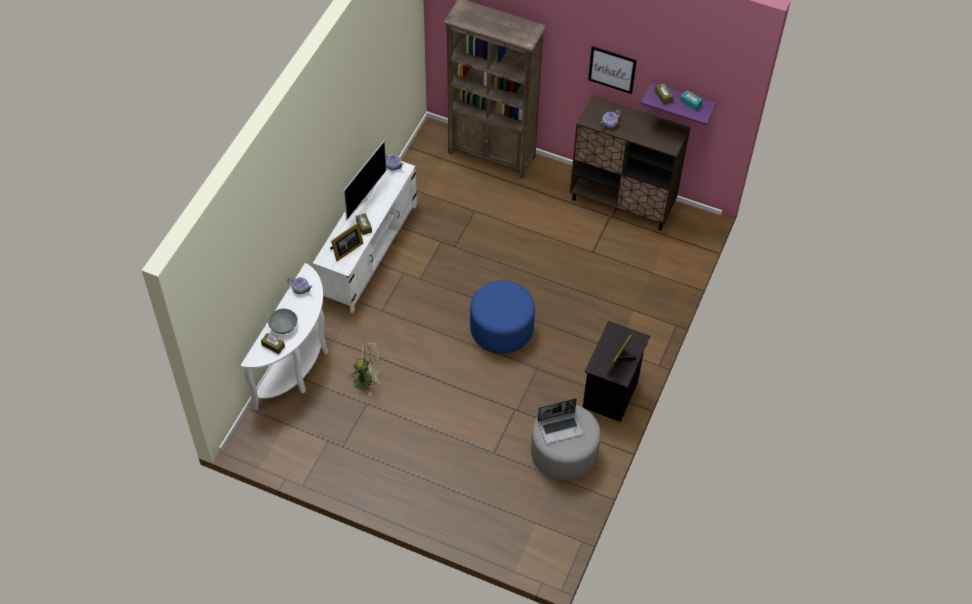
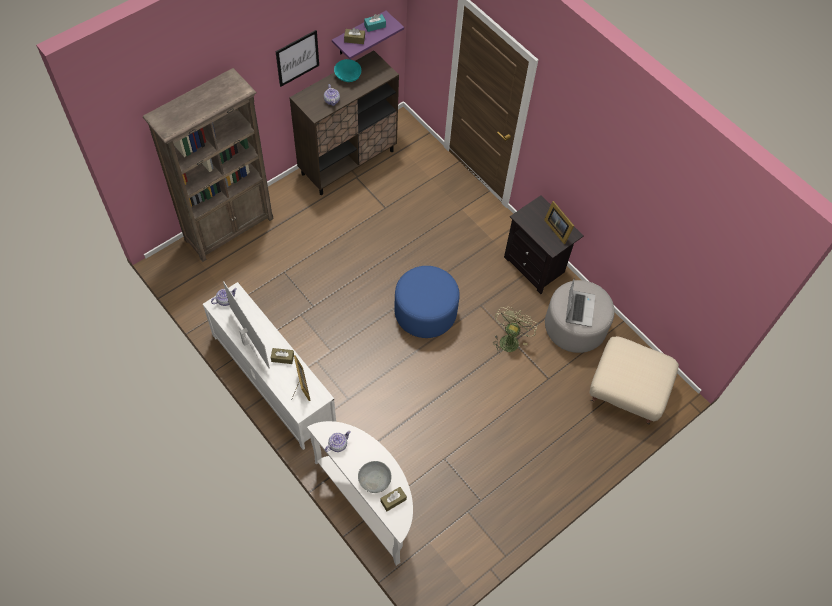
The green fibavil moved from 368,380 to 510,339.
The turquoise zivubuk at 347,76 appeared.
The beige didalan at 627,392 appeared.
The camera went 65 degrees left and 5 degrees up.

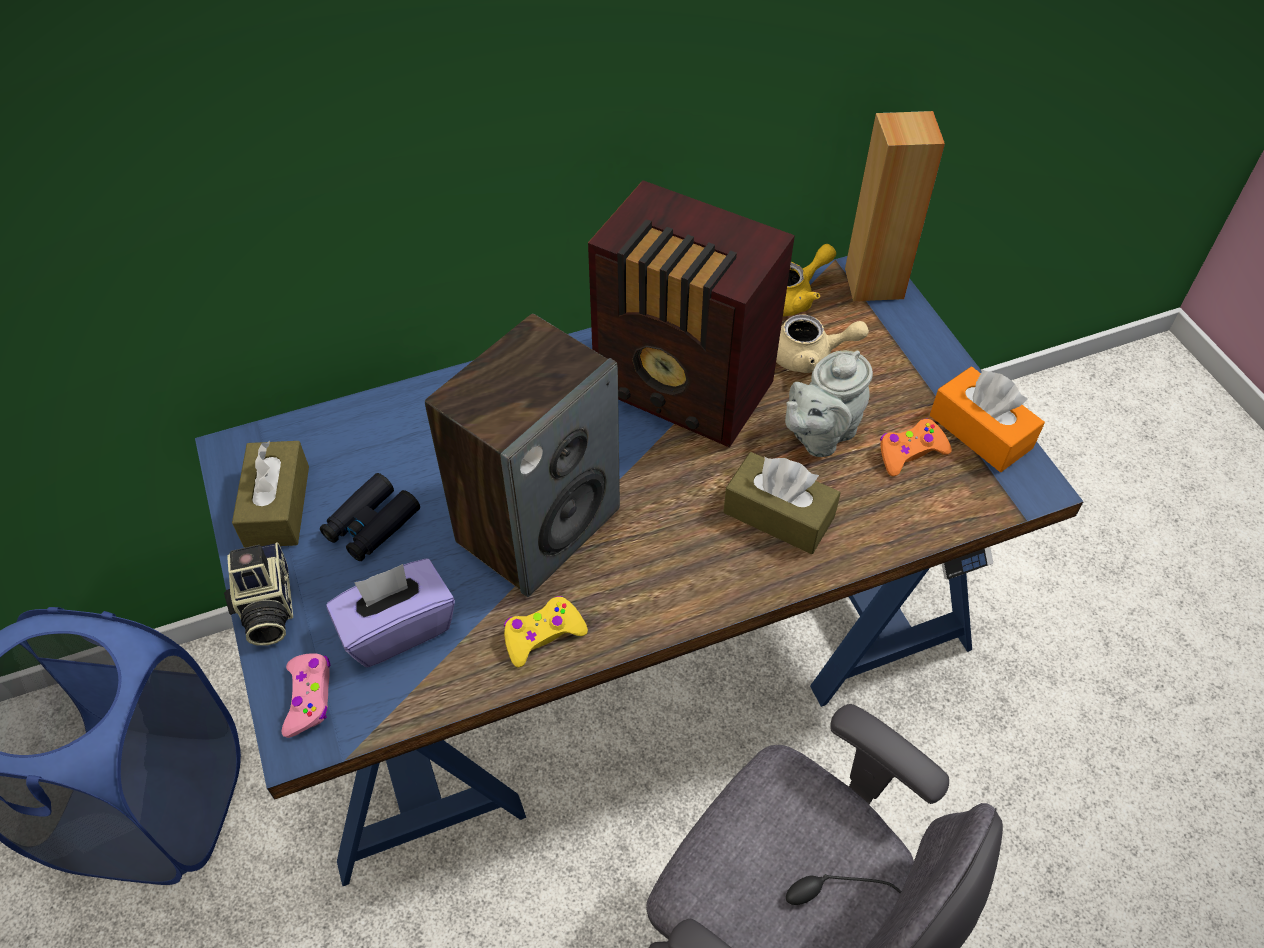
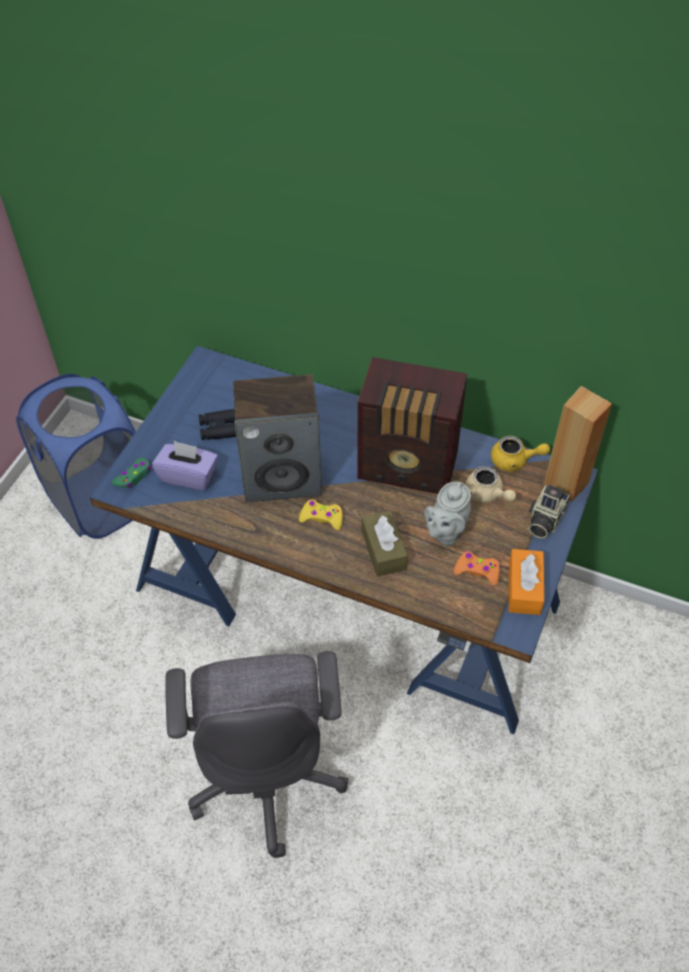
The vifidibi moved from 265,607 to 544,520.
The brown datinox at 277,506 disappeared.
The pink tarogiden at 309,697 became the green tarogiden at 133,477.
The yellow tarogiden moved from 542,635 to 322,518.
The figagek at 685,391 turned 60 degrees counterclockwise.
The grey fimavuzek at 820,435 turned 60 degrees counterclockwise.
The camera went 45 degrees right and 0 degrees up.

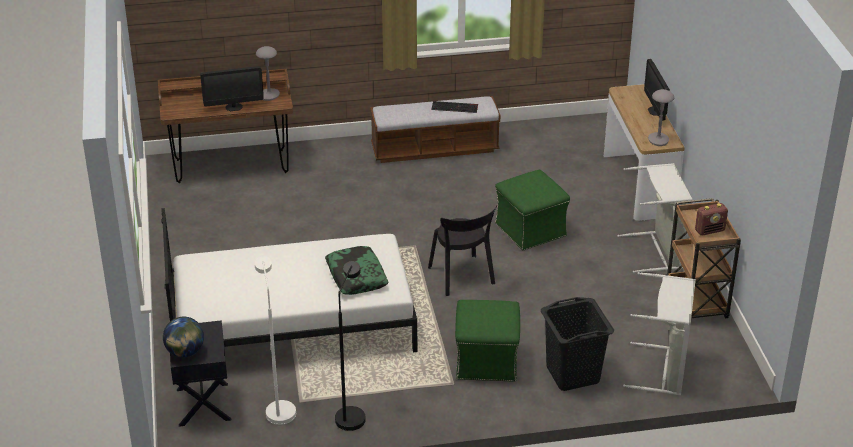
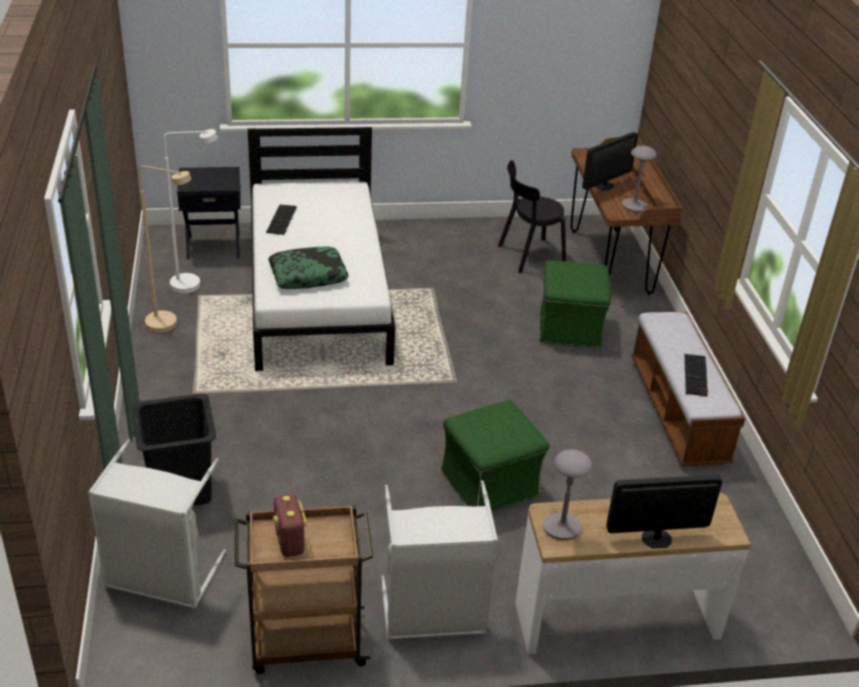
The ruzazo at 185,352 disappeared.
The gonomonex at 234,107 turned 120 degrees counterclockwise.
The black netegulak at 351,414 became the beige netegulak at 170,325.
The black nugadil moved from 462,277 to 528,256.
The green didalan moved from 486,361 to 569,328.
The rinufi at 282,220 appeared.
The camera went 90 degrees right and 0 degrees up.

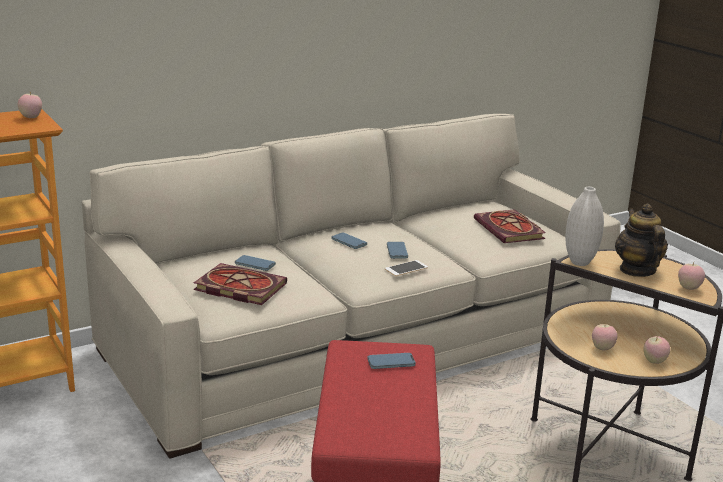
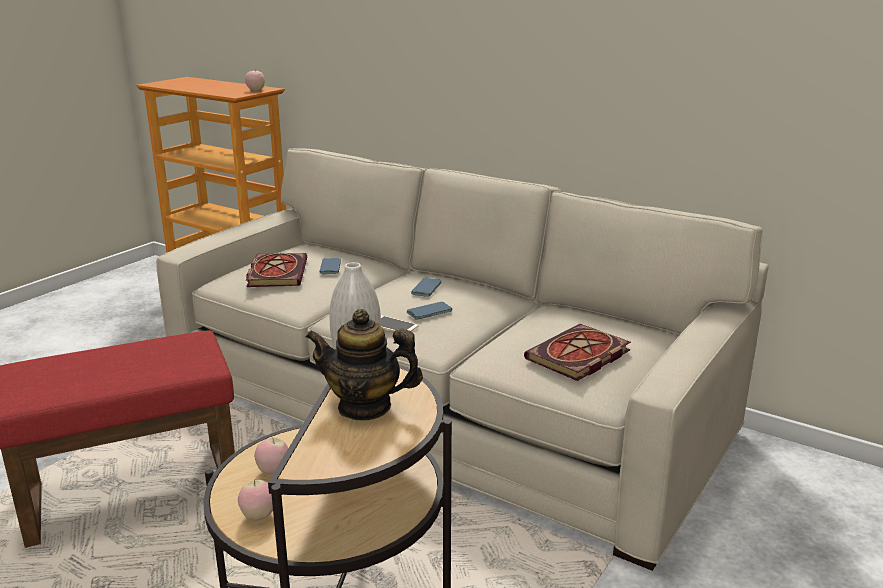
The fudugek at 391,363 disappeared.
The fimavuzek at 637,270 turned 135 degrees counterclockwise.
The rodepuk at 689,288 disappeared.
The camera went 65 degrees right and 0 degrees up.

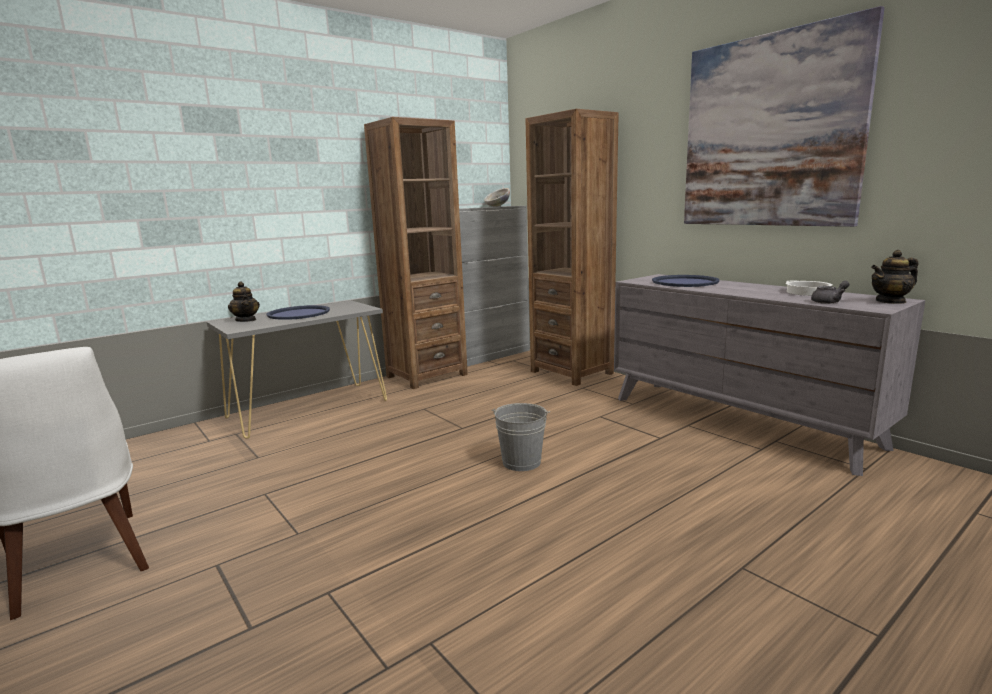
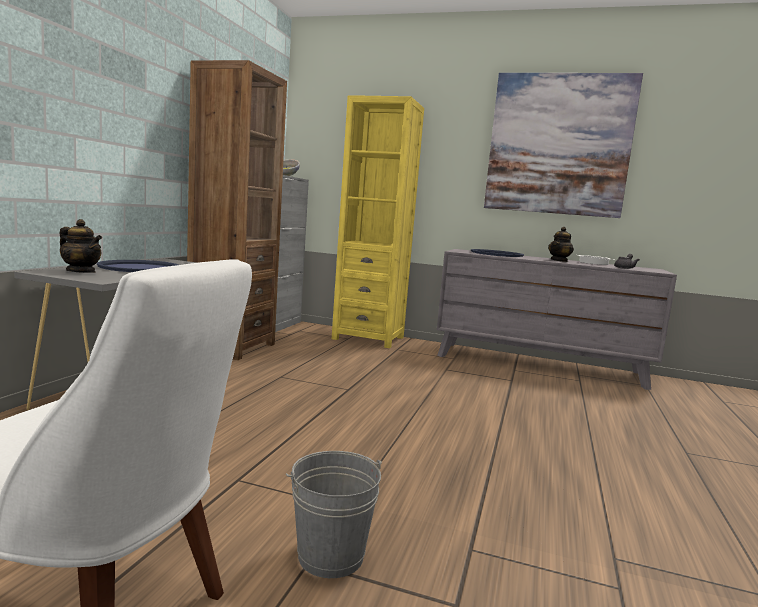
The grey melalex moved from 521,462 to 331,555.
The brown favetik at 571,372 became the yellow favetik at 368,338.
The fimavuzek moved from 891,301 to 559,260.
The camera went 35 degrees left and 5 degrees down.

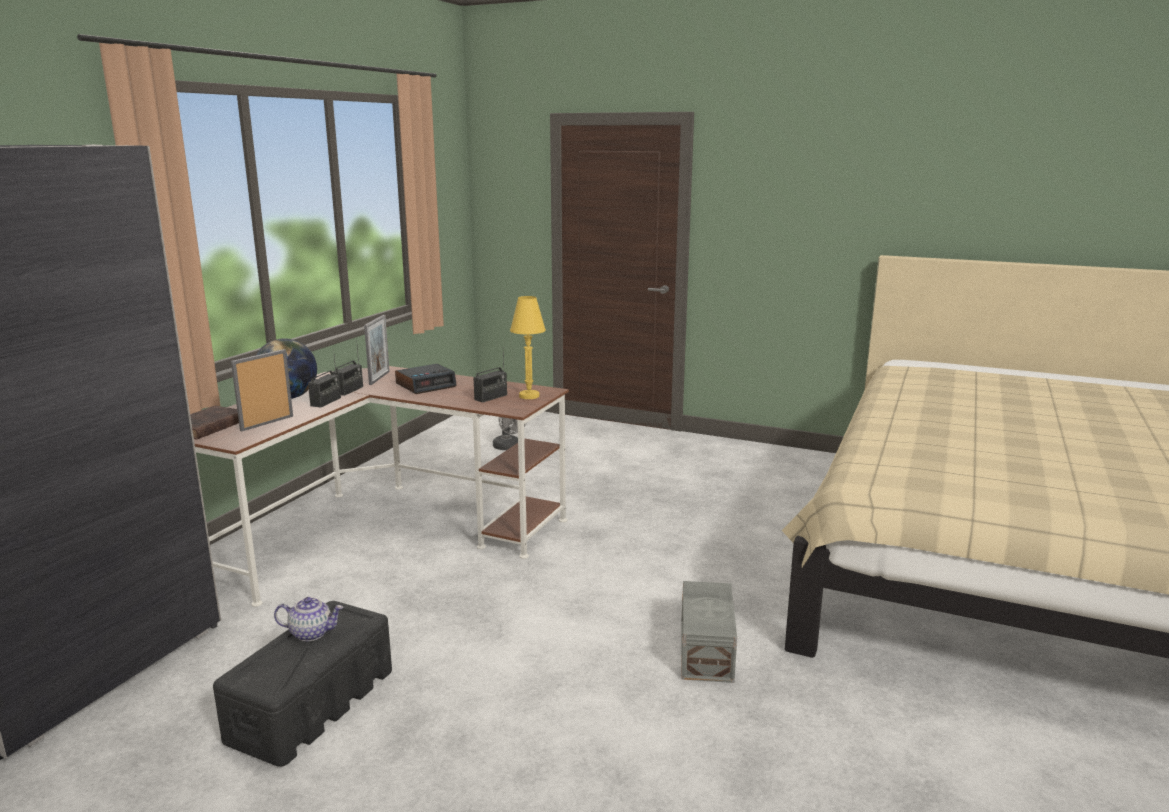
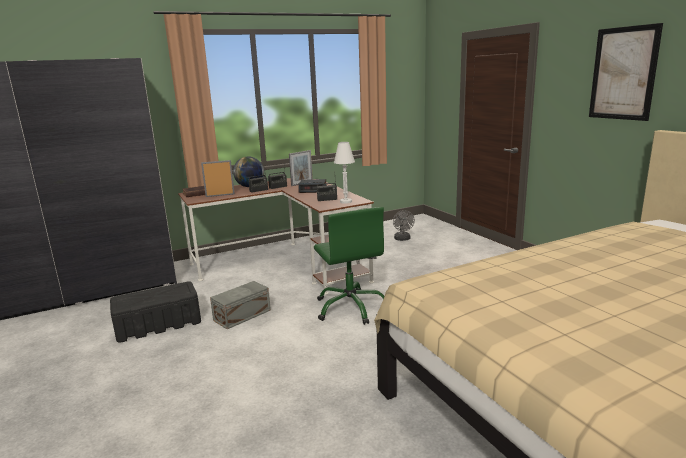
The fimavuzek at 312,633 disappeared.
The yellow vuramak at 529,396 became the white vuramak at 346,201.
The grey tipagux moved from 707,650 to 243,315.
The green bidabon at 351,307 appeared.
The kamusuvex at 623,73 appeared.
The camera went 40 degrees right and 0 degrees up.

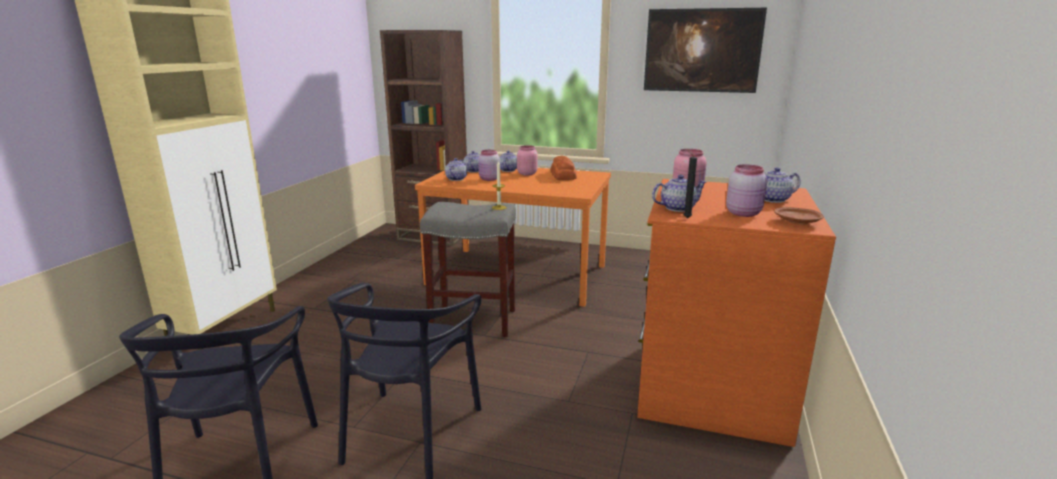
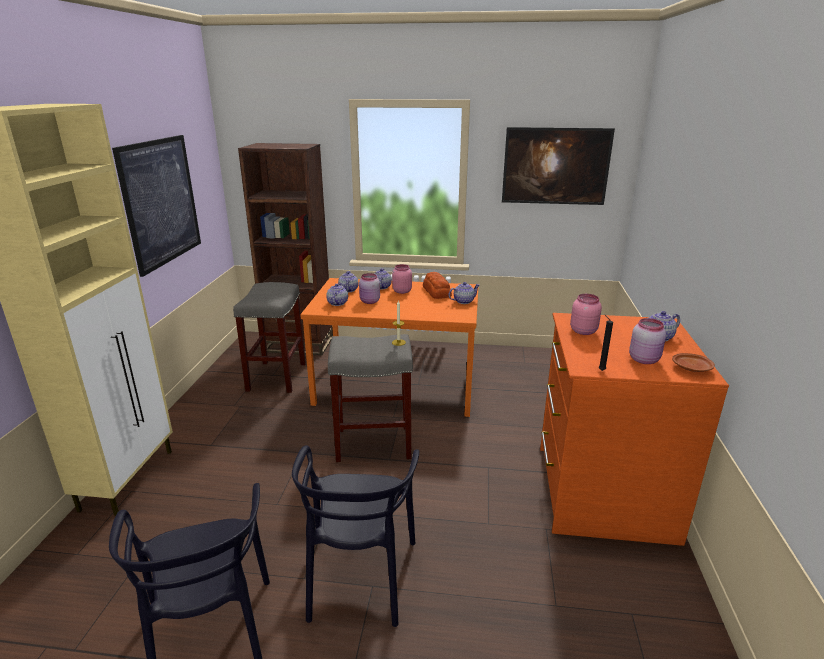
The fimavuzek moved from 677,208 to 463,301.
The kamusuvex at 161,202 appeared.
The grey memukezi at 276,376 appeared.
The camera went 10 degrees left and 5 degrees up.

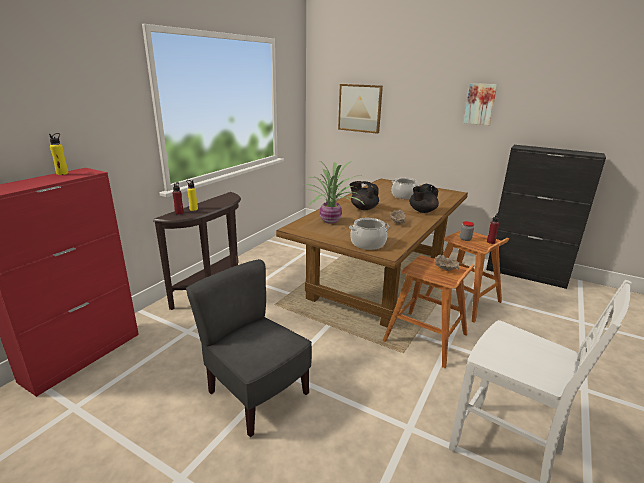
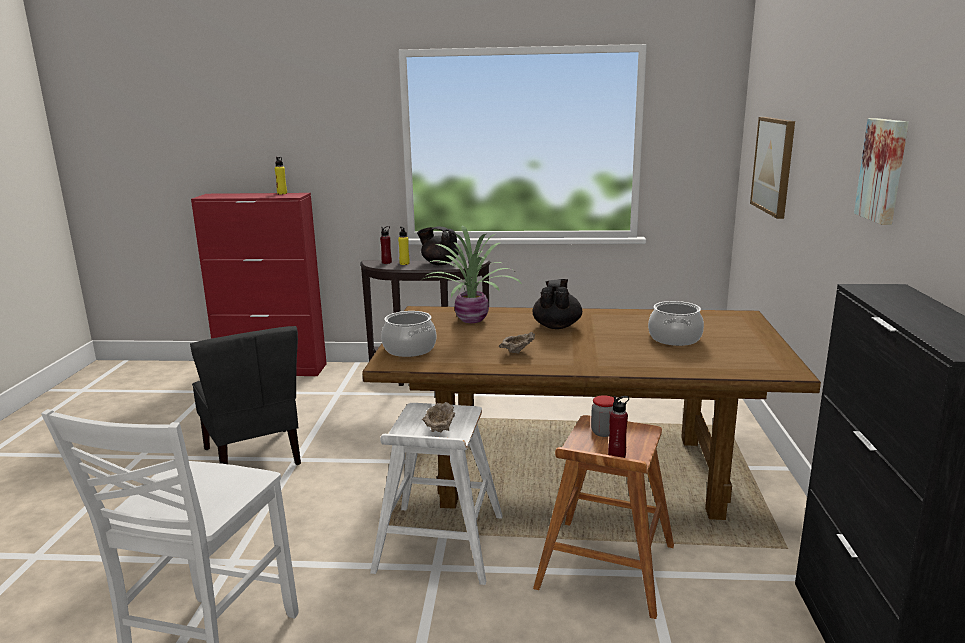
The grey nugadil at 256,394 turned 135 degrees clockwise.
The brown memukezi at 426,338 became the white memukezi at 439,544.
The black fimavuzek moved from 422,211 to 439,263.
The camera went 65 degrees right and 5 degrees down.

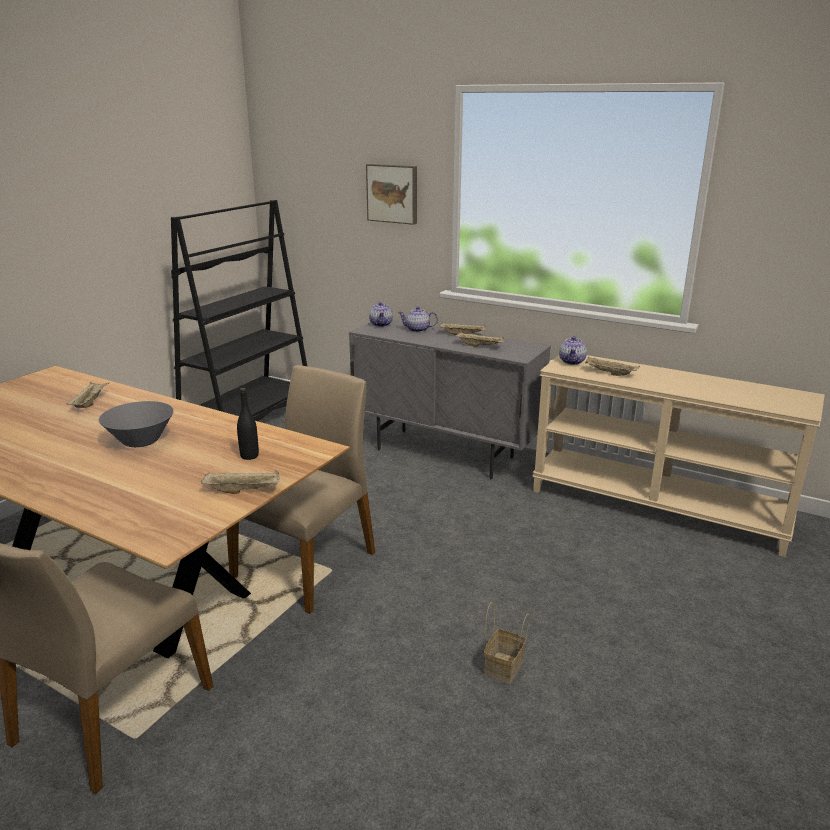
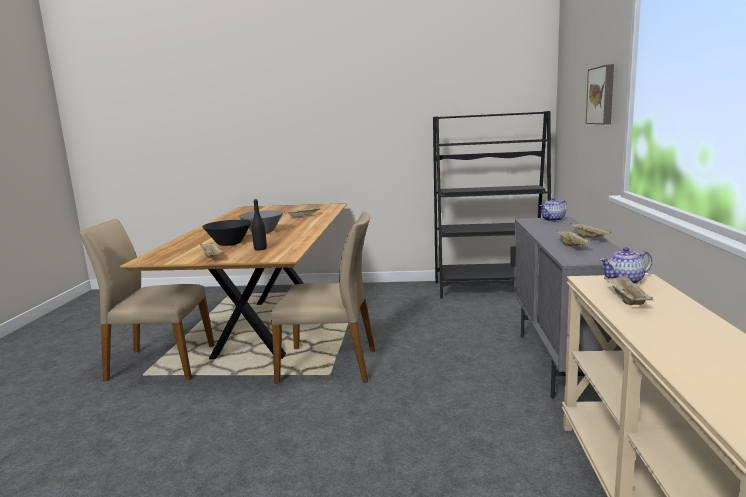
The fimavuzek at 417,330 disappeared.
The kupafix at 504,668 disappeared.
The black zivubuk at 229,243 appeared.
The camera went 65 degrees right and 10 degrees down.

